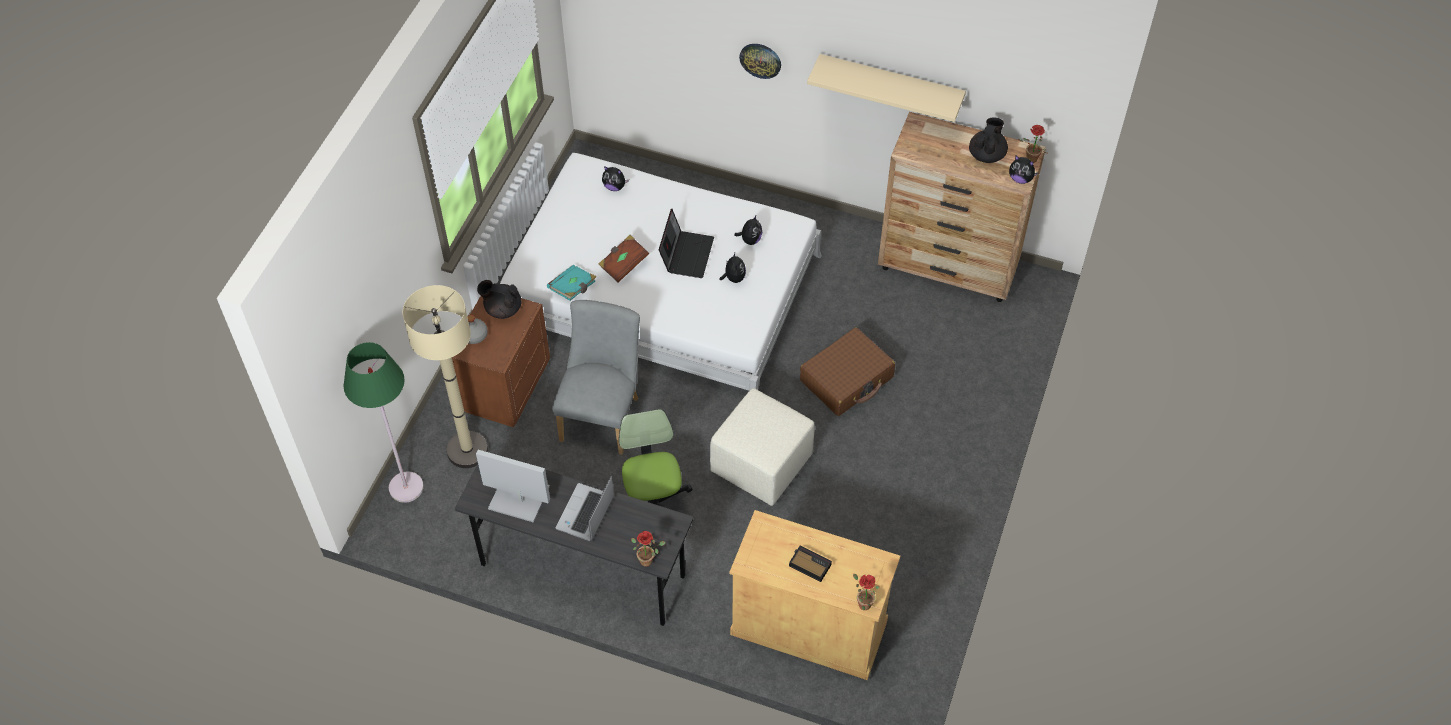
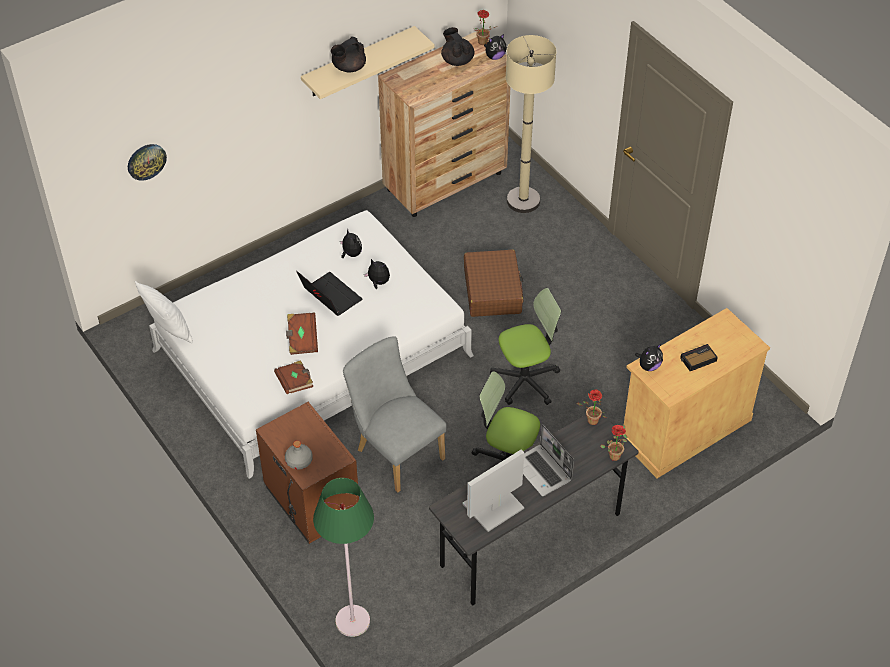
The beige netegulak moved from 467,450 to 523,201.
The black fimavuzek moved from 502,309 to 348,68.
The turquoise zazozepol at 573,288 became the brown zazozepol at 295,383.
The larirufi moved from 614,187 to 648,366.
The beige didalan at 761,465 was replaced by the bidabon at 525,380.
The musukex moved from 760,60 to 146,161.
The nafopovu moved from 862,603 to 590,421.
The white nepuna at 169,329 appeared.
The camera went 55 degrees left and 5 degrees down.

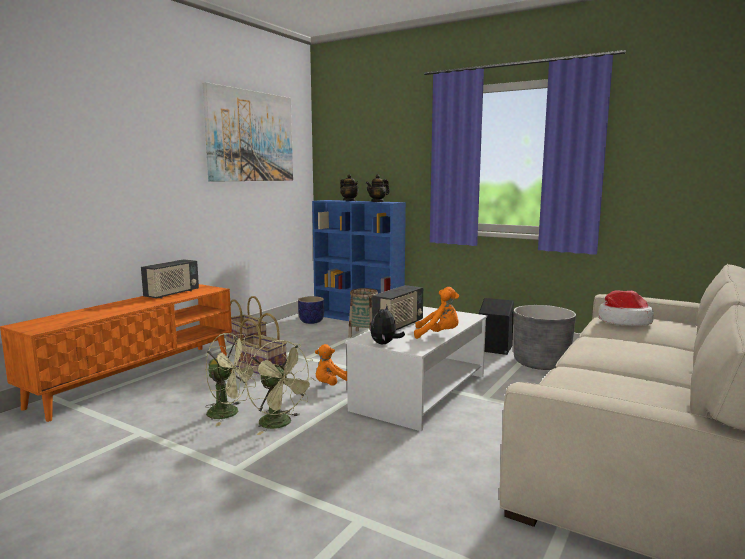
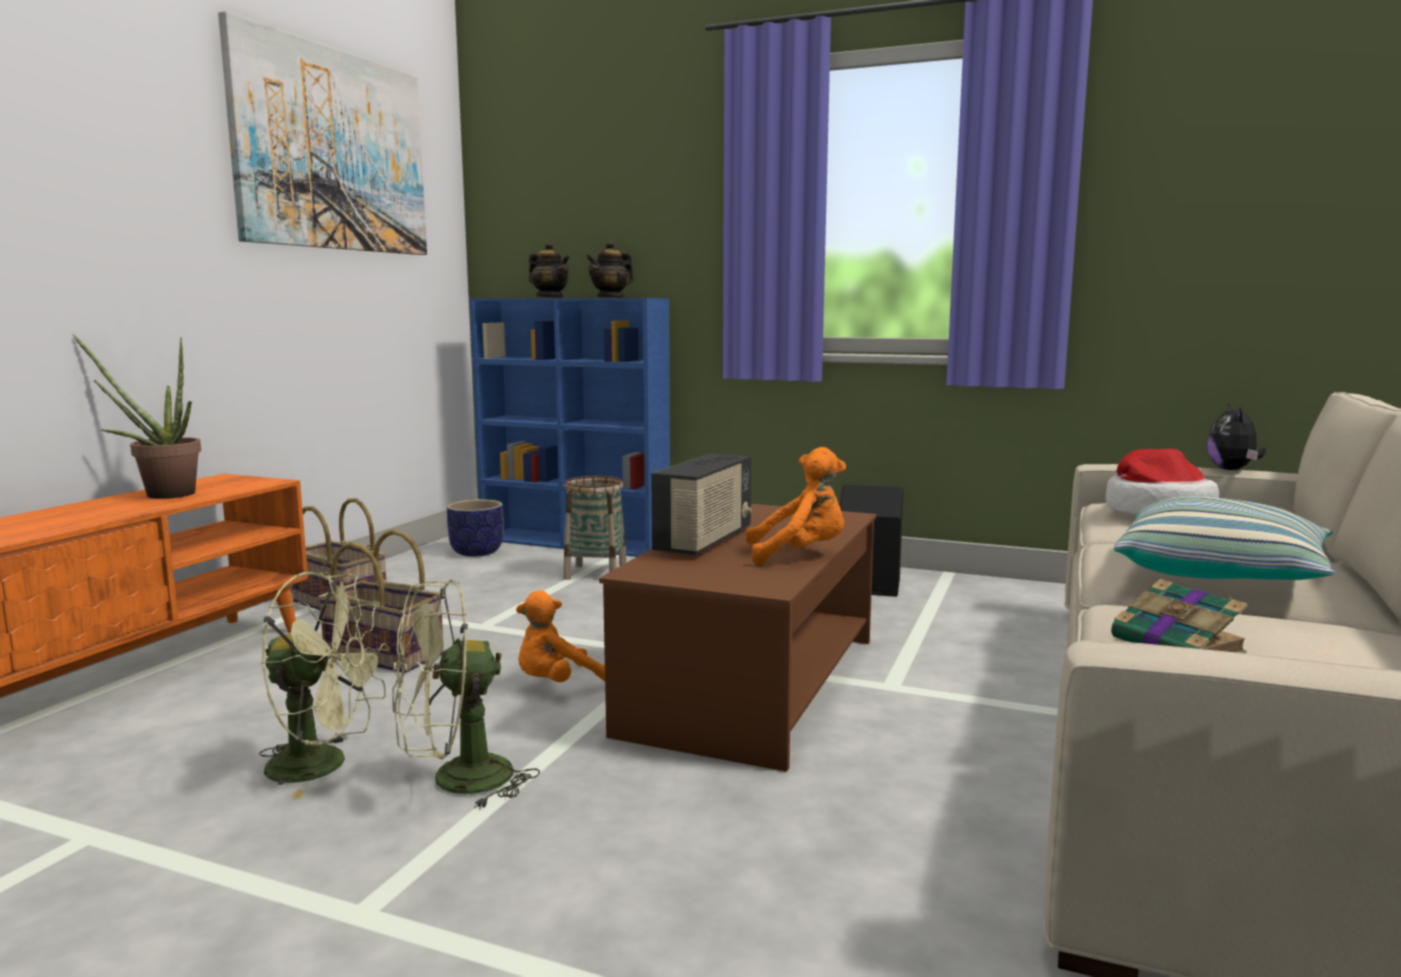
The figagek at 172,294 was replaced by the nafopovu at 160,494.
The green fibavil at 281,424 turned 120 degrees clockwise.
The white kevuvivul at 420,392 became the brown kevuvivul at 753,685.
The larirufi moved from 385,344 to 1232,470.
The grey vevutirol at 541,363 disappeared.
The zazozepol at 1179,646 appeared.
The nepuna at 1220,574 appeared.
The camera went 10 degrees left and 0 degrees up.

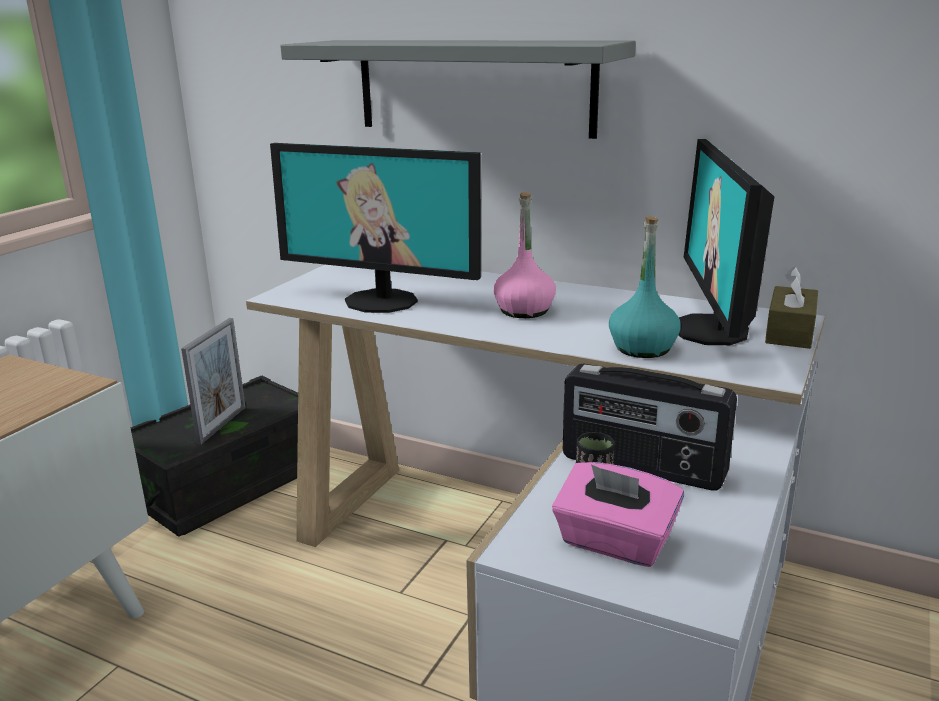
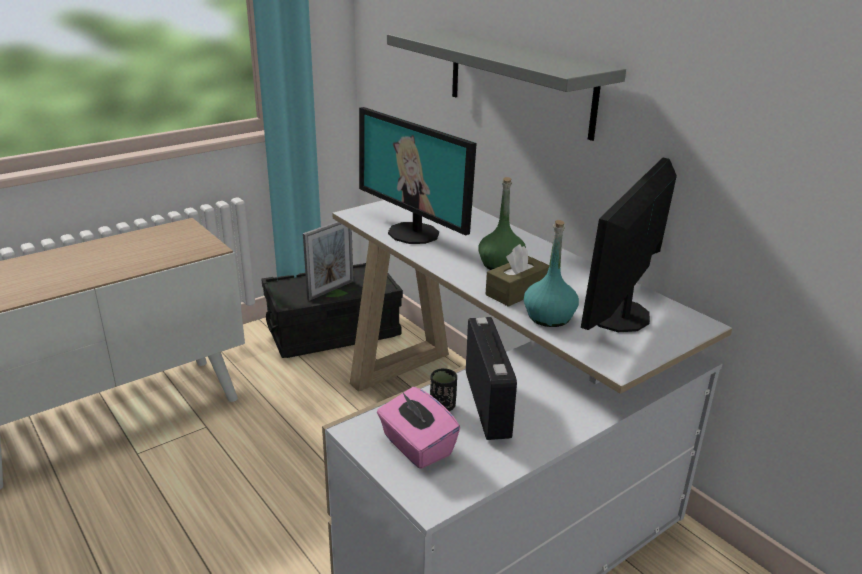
The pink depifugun at 524,311 became the green depifugun at 501,265.
The figagek at 642,467 turned 150 degrees counterclockwise.
The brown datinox moved from 789,332 to 517,291.
The camera went 25 degrees right and 5 degrees up.

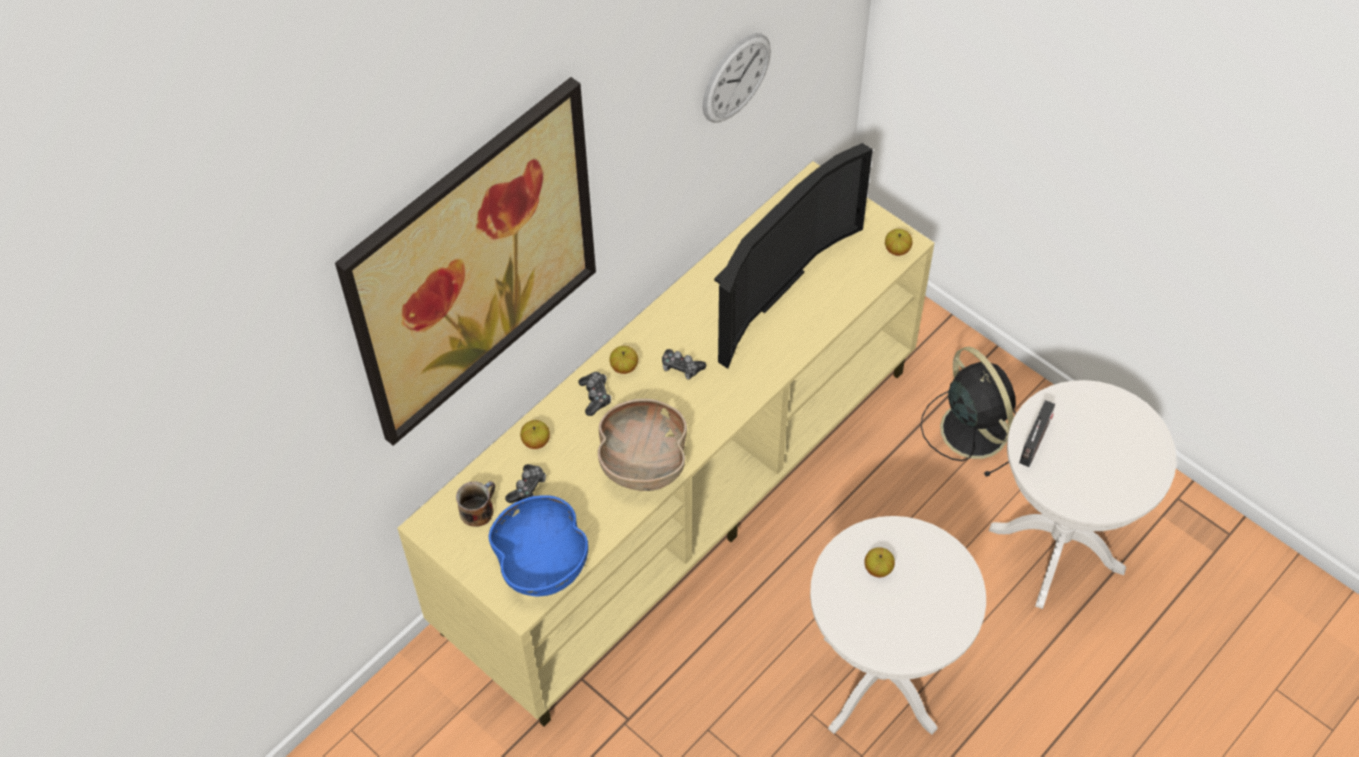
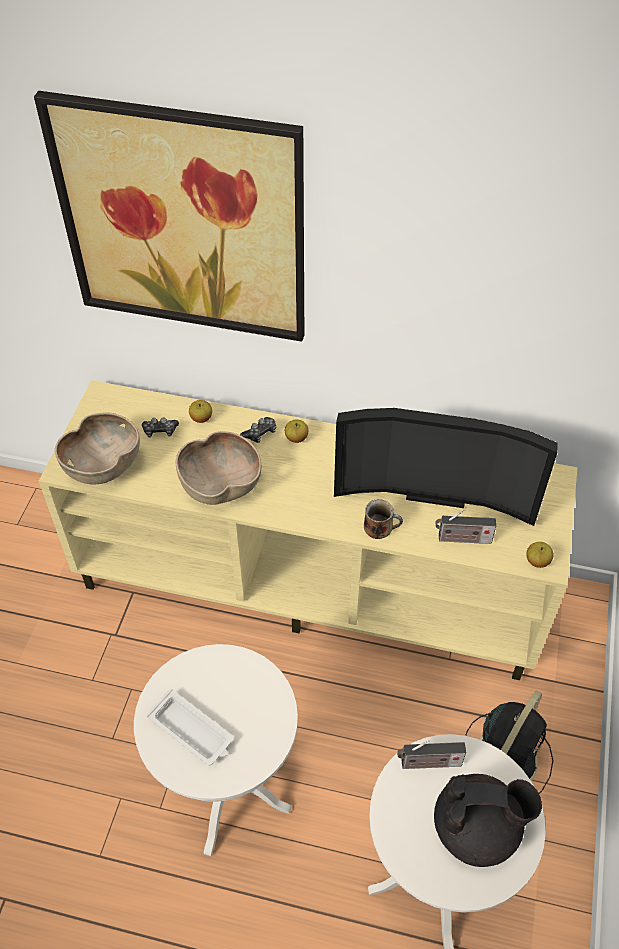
The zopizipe moved from 478,510 to 380,527.
The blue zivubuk at 542,562 became the brown zivubuk at 103,466.
The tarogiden at 681,368 disappeared.
The musukex at 736,78 disappeared.
The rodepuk at 878,568 disappeared.
The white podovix at 192,731 appeared.
The black fimavuzek at 477,828 appeared.
The figagek at 462,539 appeared.
The camera went 60 degrees right and 5 degrees down.

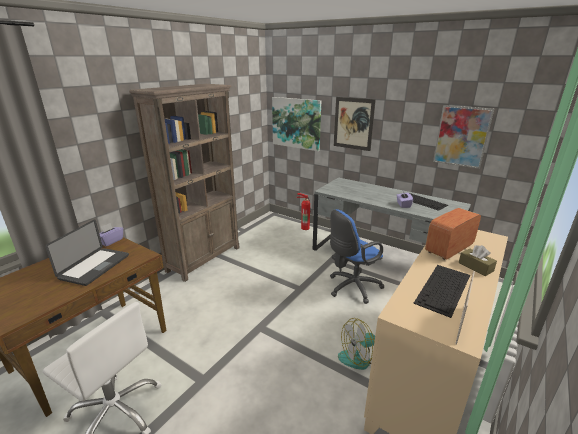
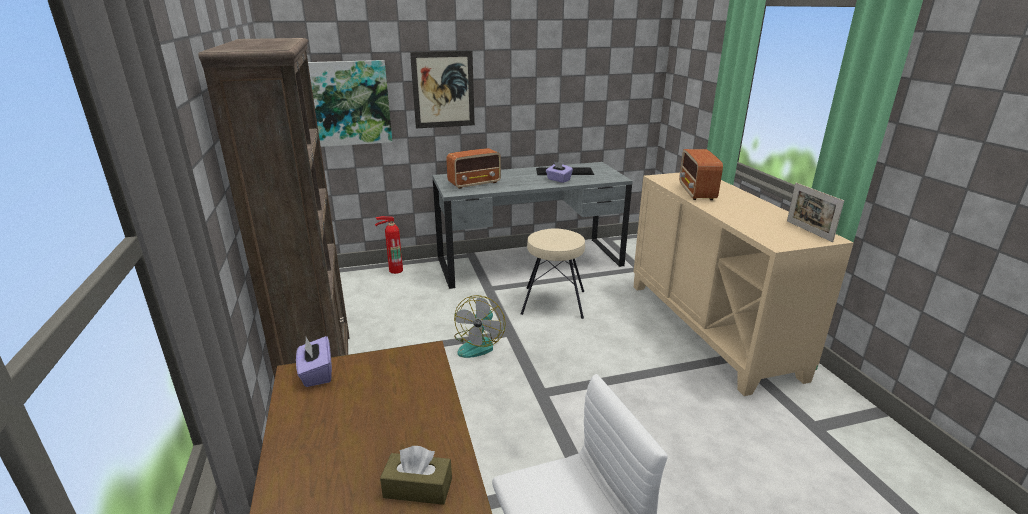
The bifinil at 95,267 disappeared.
The blue bidabon at 351,288 was replaced by the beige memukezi at 553,303.
The fibavil moved from 360,357 to 479,344.
The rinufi at 443,289 disappeared.
The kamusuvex at 461,136 disappeared.
The brown datinox moved from 475,267 to 418,488.
The figagek at 475,183 appeared.
The camera went 50 degrees left and 0 degrees up.

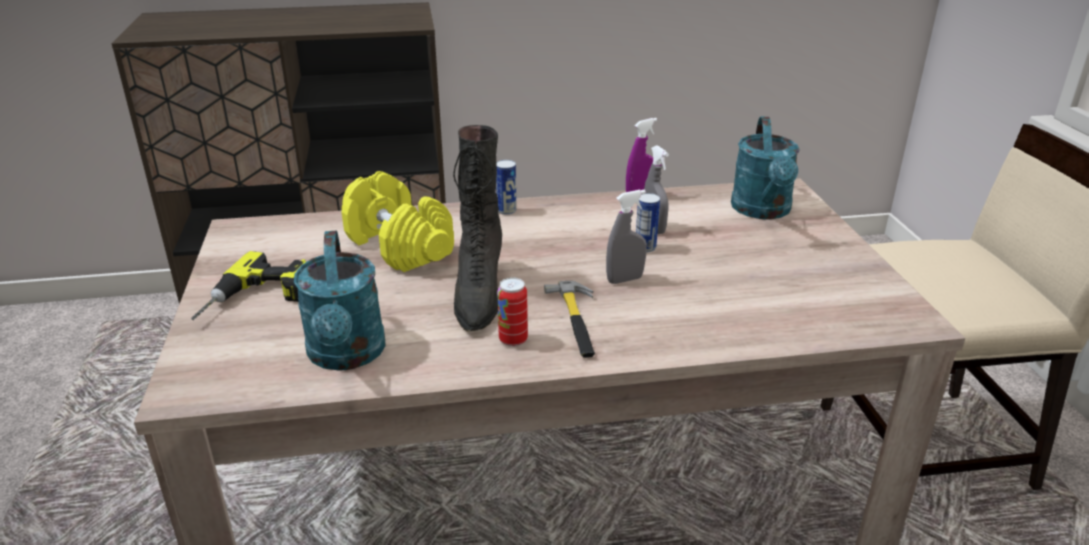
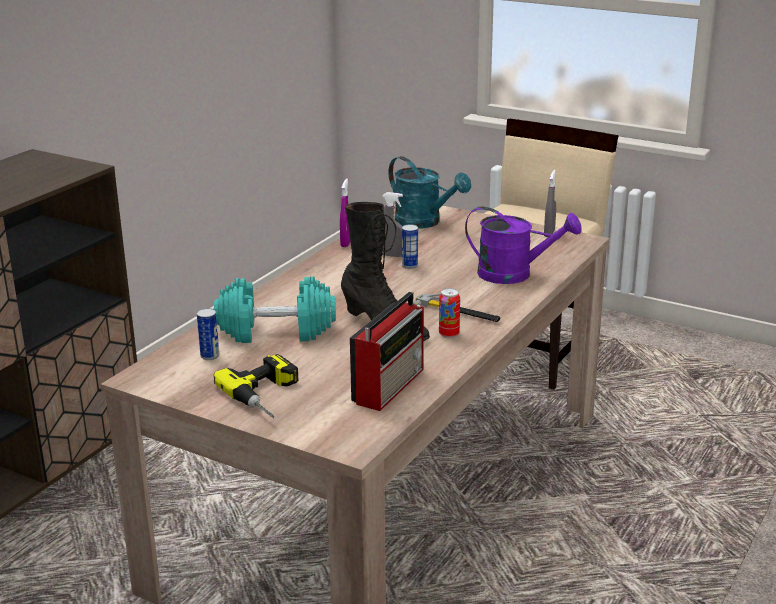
The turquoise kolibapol at 347,356 was replaced by the figagek at 390,385.
The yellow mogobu at 398,246 became the turquoise mogobu at 276,331.
The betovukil moved from 506,210 to 210,356.
The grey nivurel moved from 625,279 to 549,233.
The purple kolibapol at 514,274 appeared.
The camera went 50 degrees left and 5 degrees down.

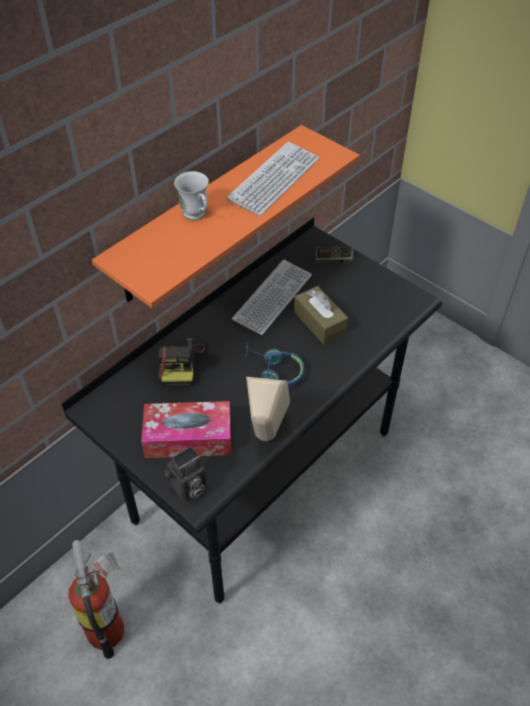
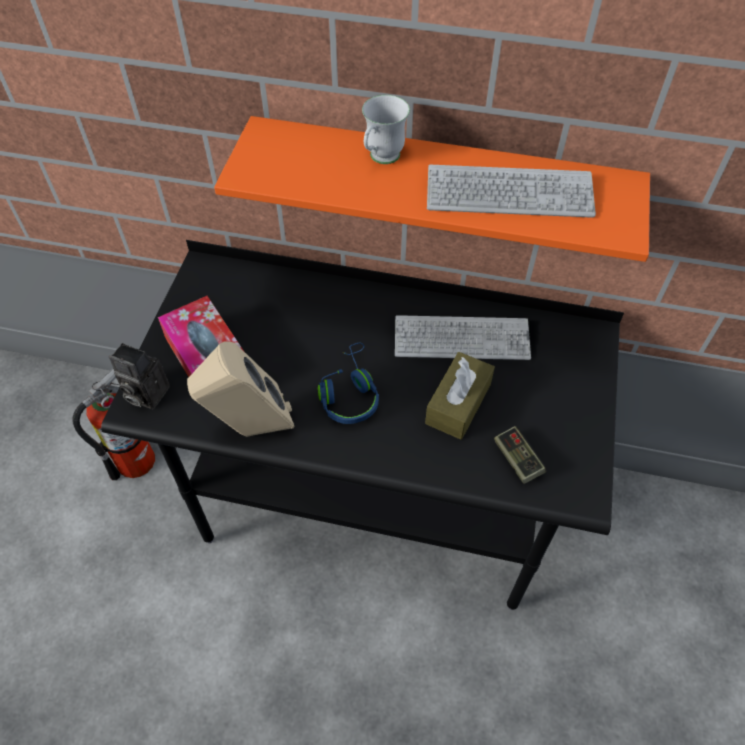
The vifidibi at 180,364 disappeared.
The tarogiden moved from 333,259 to 517,459.
The camera went 60 degrees right and 5 degrees up.

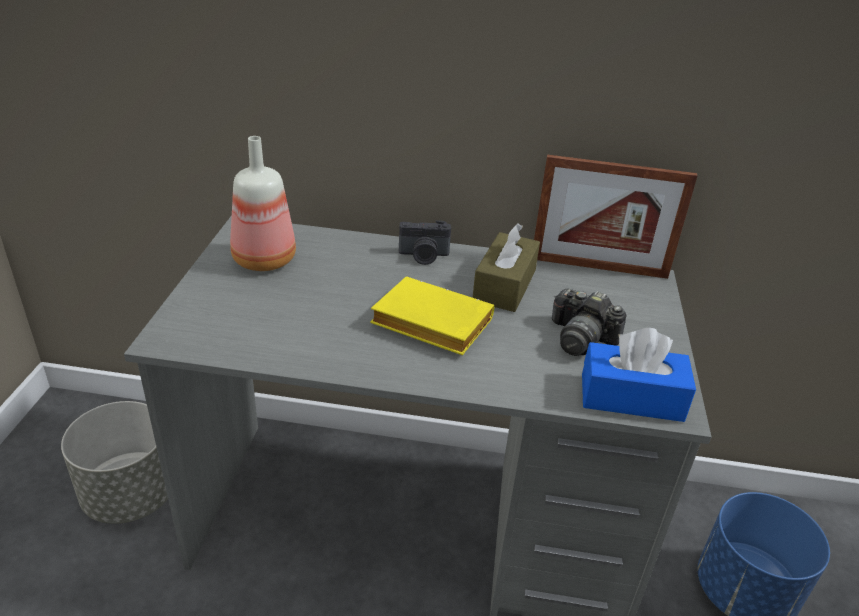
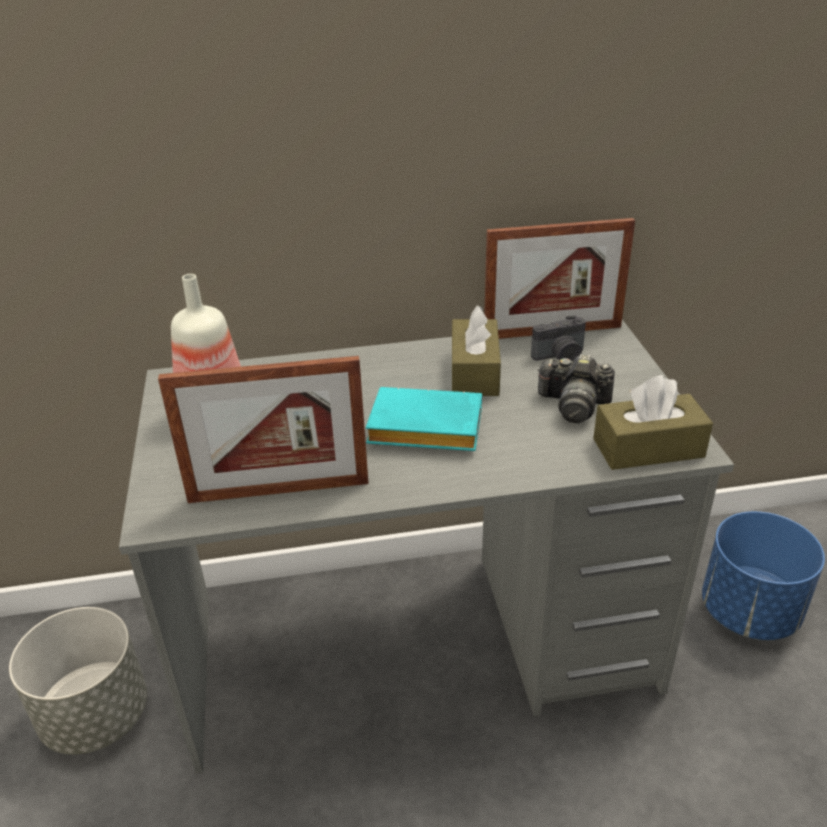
The yellow zazozepol at 428,324 became the turquoise zazozepol at 422,430.
The vifidibi moved from 423,256 to 560,357.
The blue datinox at 631,397 became the brown datinox at 648,448.
The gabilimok at 279,491 appeared.
The camera went 15 degrees left and 0 degrees up.

